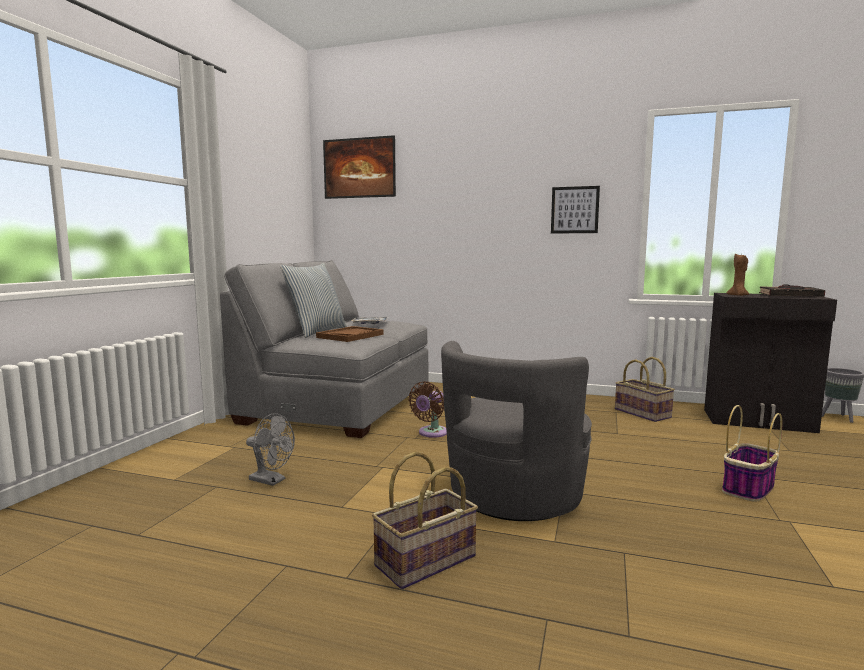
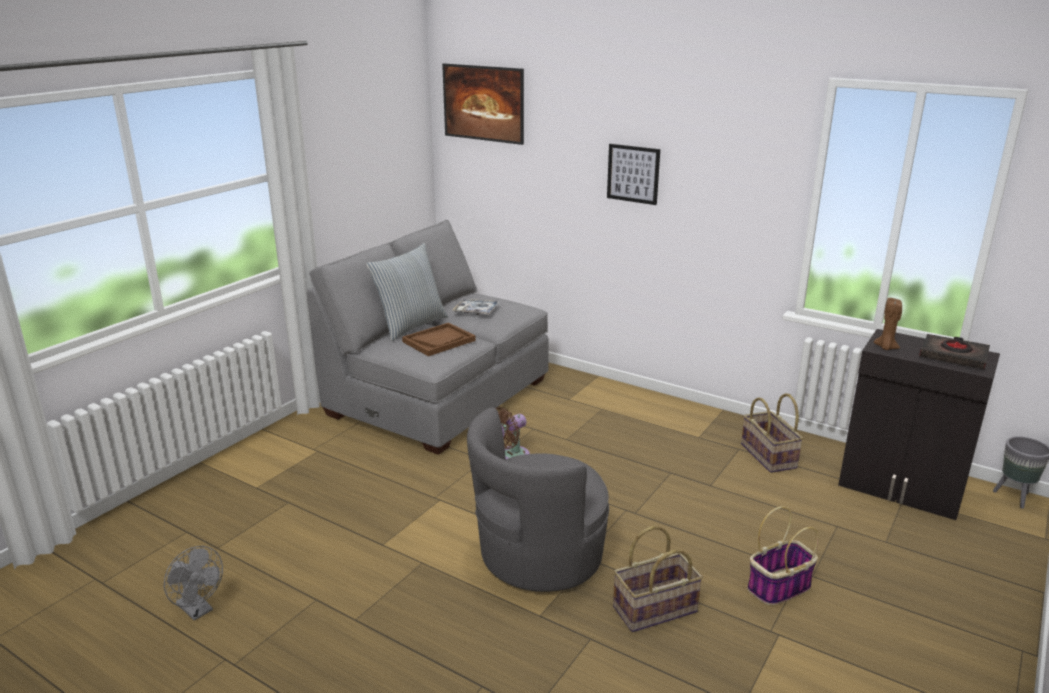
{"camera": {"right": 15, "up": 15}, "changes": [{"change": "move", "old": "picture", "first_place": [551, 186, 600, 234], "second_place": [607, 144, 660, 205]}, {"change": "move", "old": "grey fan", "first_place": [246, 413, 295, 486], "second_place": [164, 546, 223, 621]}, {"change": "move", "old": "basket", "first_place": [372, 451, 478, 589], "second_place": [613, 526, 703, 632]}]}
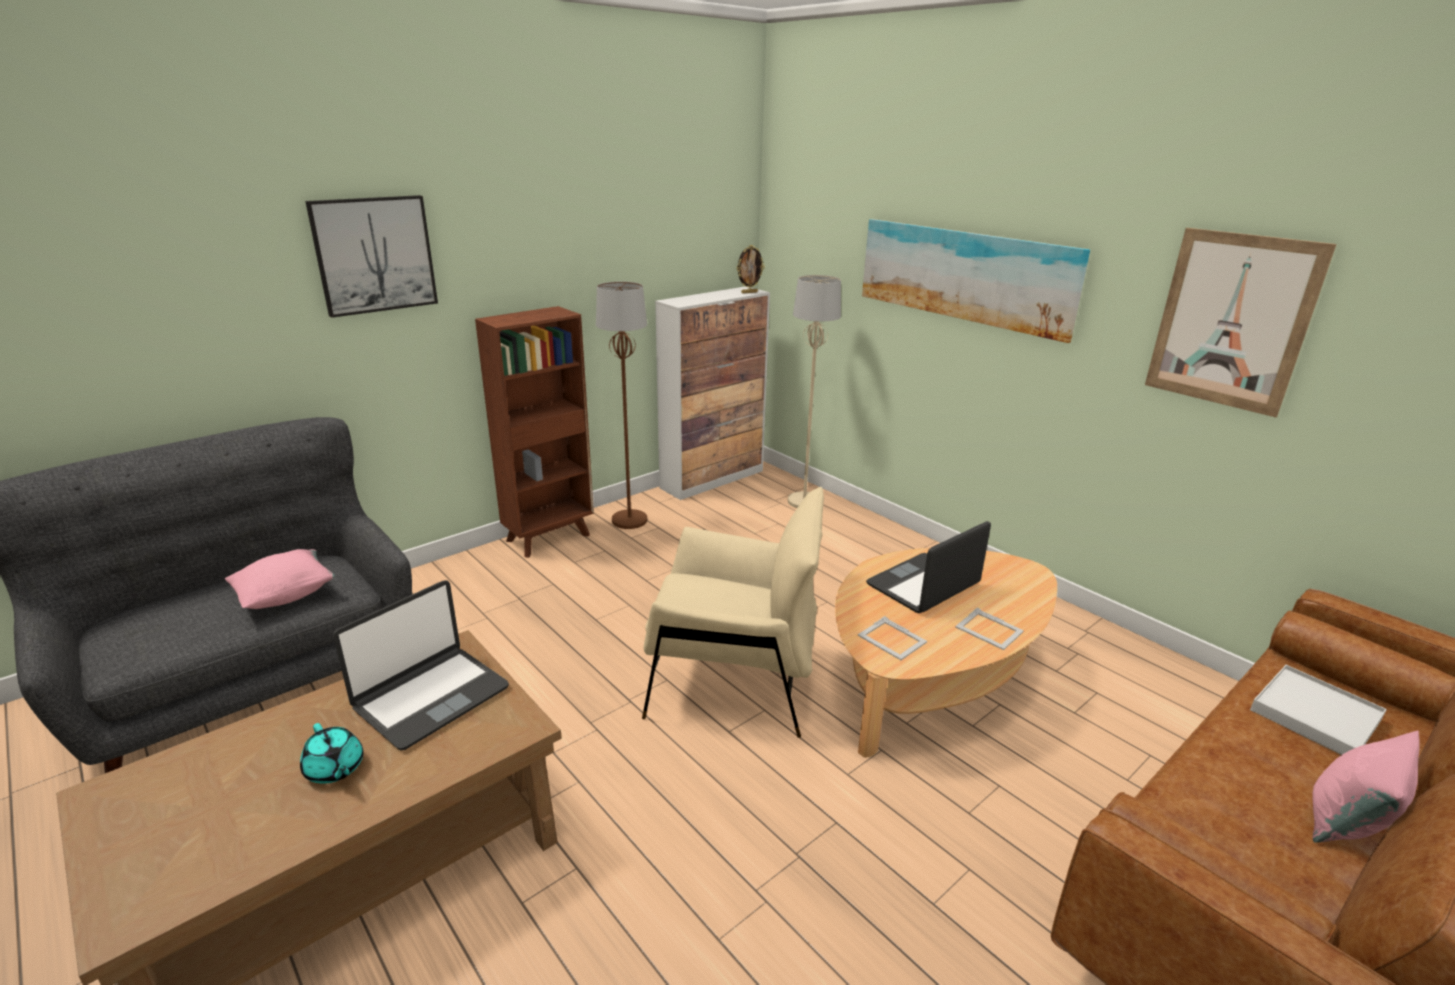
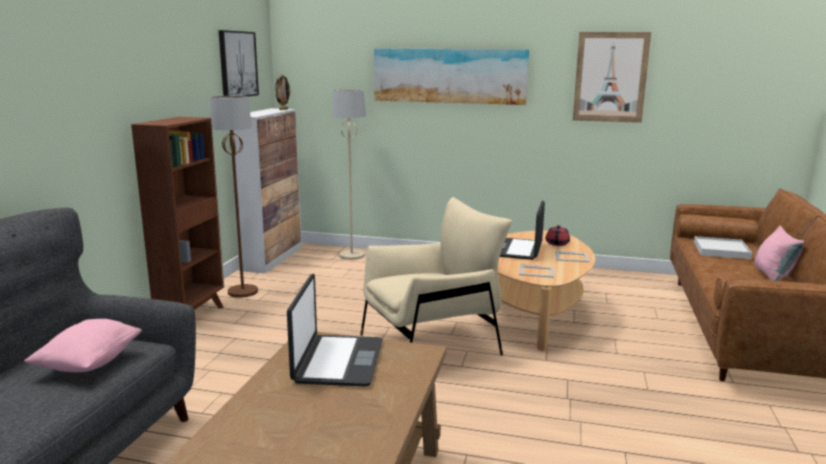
{"camera": {"right": -35, "up": -10}, "changes": [{"change": "move", "old": "picture", "first_place": [305, 195, 438, 318], "second_place": [219, 30, 259, 97]}, {"change": "delete", "old": "turquoise teapot", "first_place": [300, 723, 363, 783]}, {"change": "insert", "new": "red teapot", "second_place": [546, 225, 570, 246]}]}
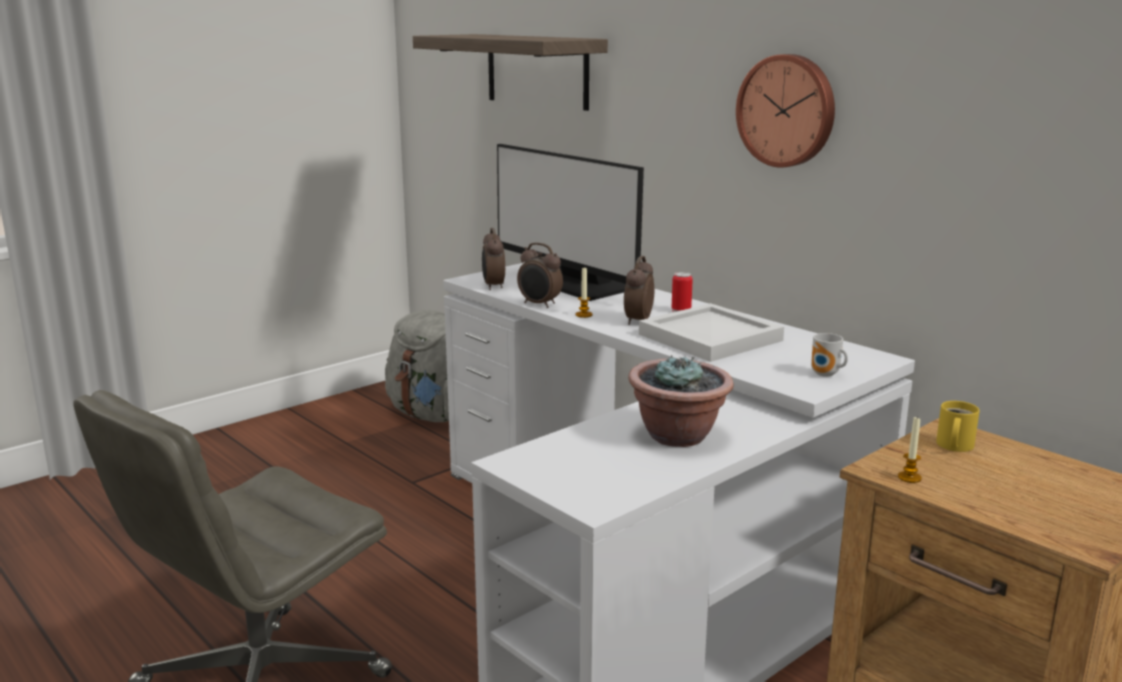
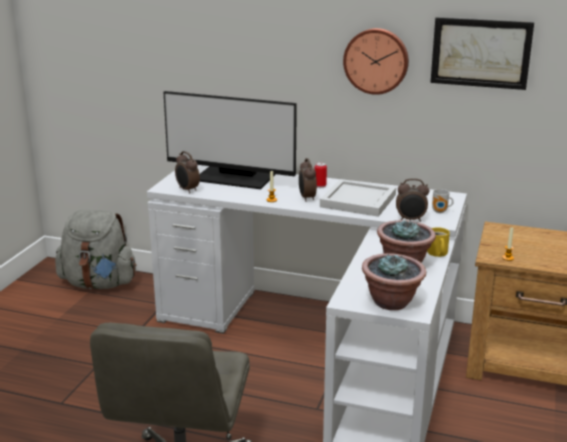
{"camera": {"right": -30, "up": 5}, "changes": [{"change": "delete", "old": "shelf", "first_place": [413, 34, 608, 111]}, {"change": "move", "old": "alarm clock", "first_place": [517, 242, 563, 308], "second_place": [396, 178, 429, 222]}, {"change": "move", "old": "yellow mug", "first_place": [936, 401, 980, 452], "second_place": [427, 227, 450, 257]}, {"change": "insert", "new": "picture", "second_place": [430, 17, 534, 90]}, {"change": "insert", "new": "potted plant", "second_place": [362, 253, 426, 310]}]}
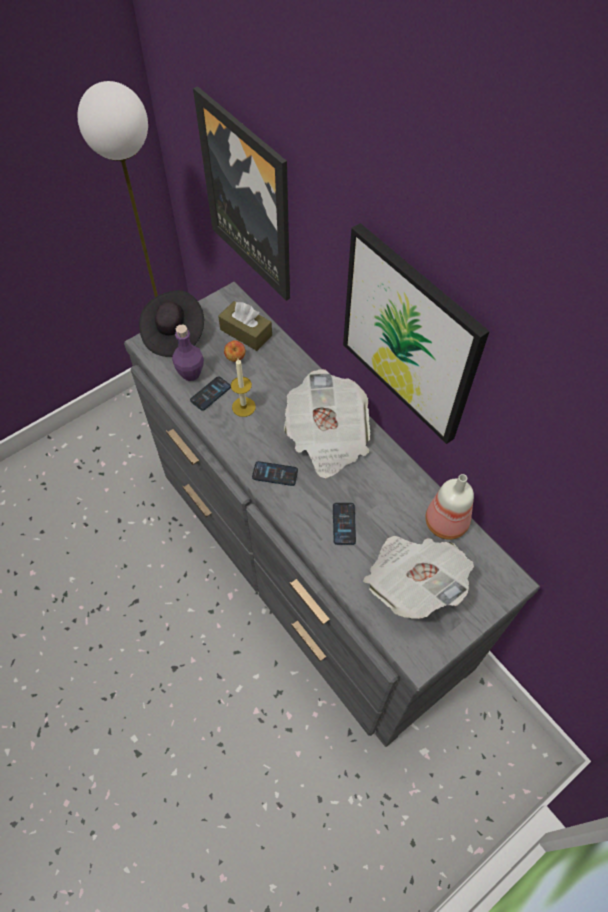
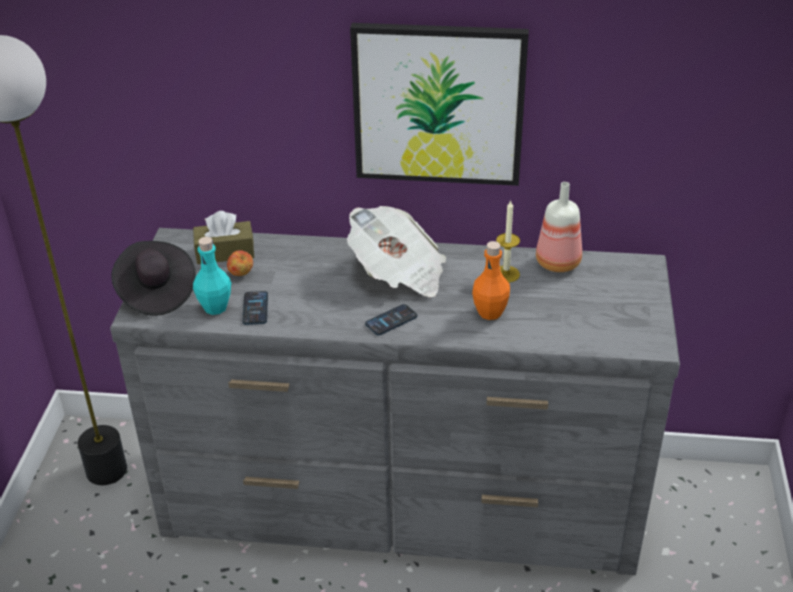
{"camera": {"right": -45, "up": -20}, "changes": [{"change": "delete", "old": "picture", "first_place": [193, 86, 290, 301]}, {"change": "recolor", "old": "purple bottle", "new": "turquoise bottle", "first_place": [172, 325, 204, 381], "second_place": [193, 237, 231, 315]}, {"change": "move", "old": "candle", "first_place": [231, 359, 256, 417], "second_place": [496, 200, 520, 283]}, {"change": "replace", "old": "phone", "new": "orange bottle", "first_place": [333, 503, 356, 545], "second_place": [472, 241, 510, 320]}, {"change": "delete", "old": "newspaper", "first_place": [363, 536, 474, 619]}]}
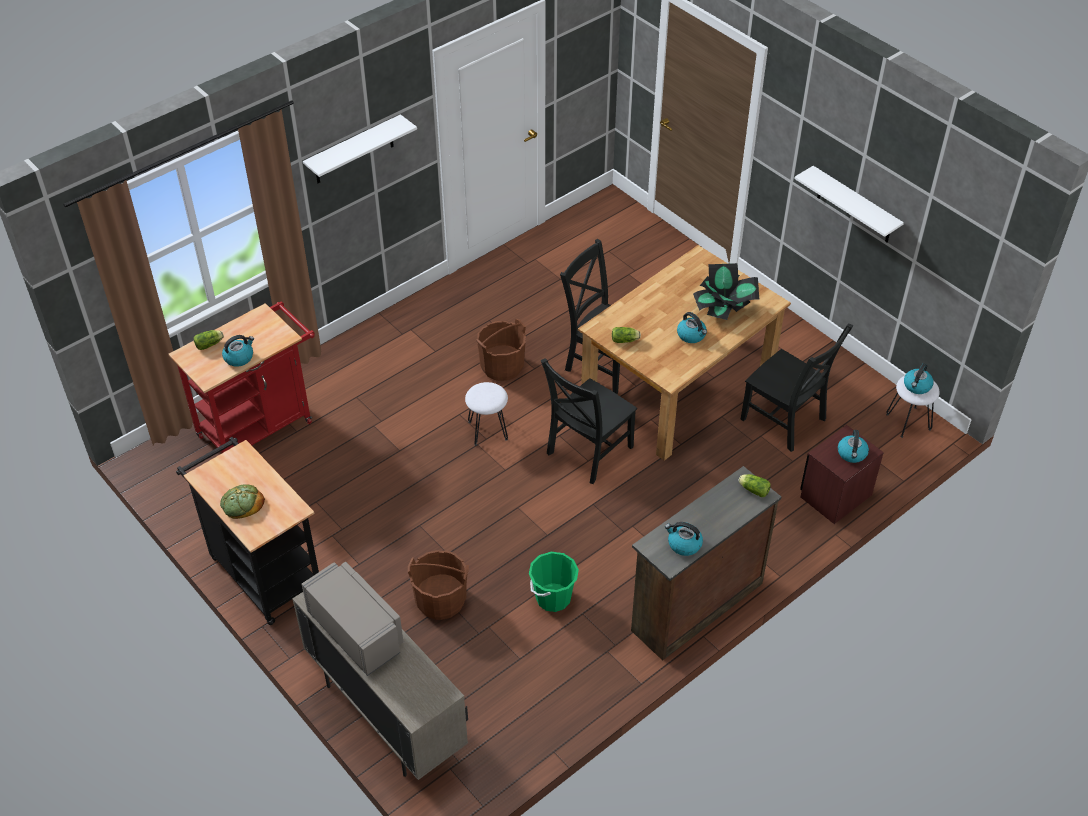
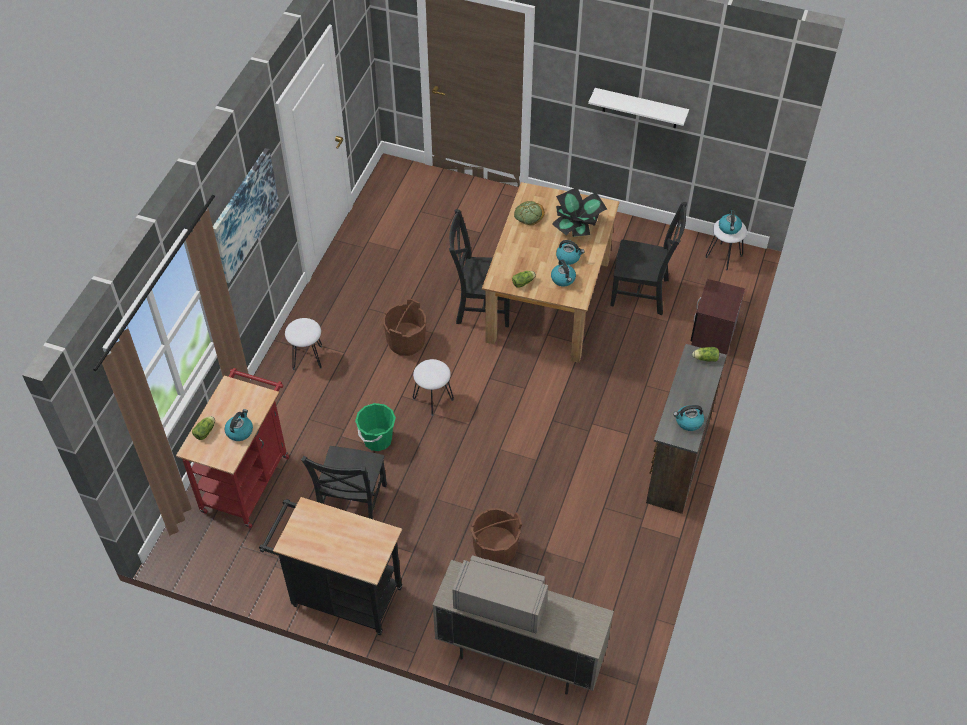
{"camera": {"right": -30, "up": 5}, "changes": [{"change": "replace", "old": "white shelf", "new": "picture", "first_place": [303, 114, 417, 183], "second_place": [213, 148, 279, 283]}, {"change": "move", "old": "black chair", "first_place": [541, 358, 637, 484], "second_place": [301, 446, 387, 519]}, {"change": "move", "old": "kettle", "first_place": [838, 430, 869, 463], "second_place": [551, 259, 576, 286]}, {"change": "move", "old": "bread", "first_place": [220, 484, 265, 519], "second_place": [514, 201, 545, 225]}, {"change": "move", "old": "green bucket", "first_place": [529, 552, 579, 612], "second_place": [355, 403, 396, 451]}, {"change": "insert", "new": "white stool", "second_place": [285, 318, 322, 370]}]}
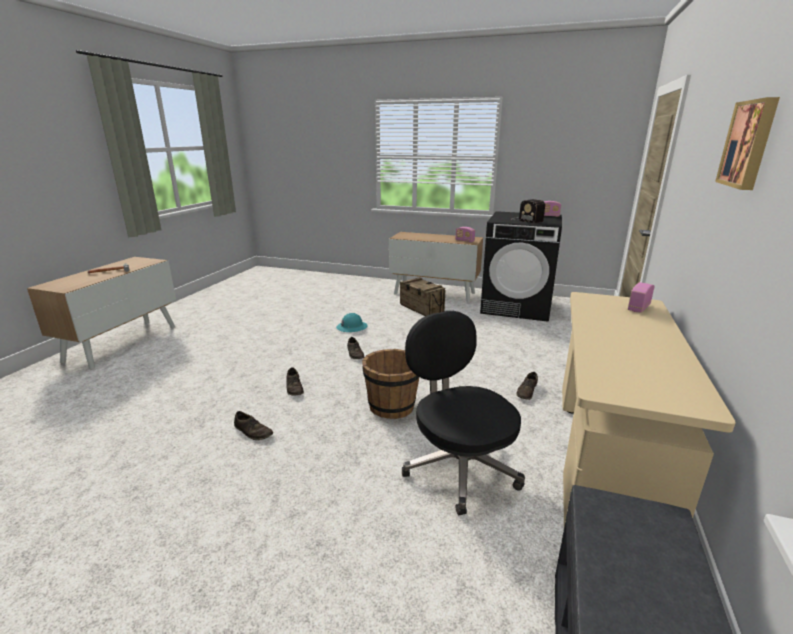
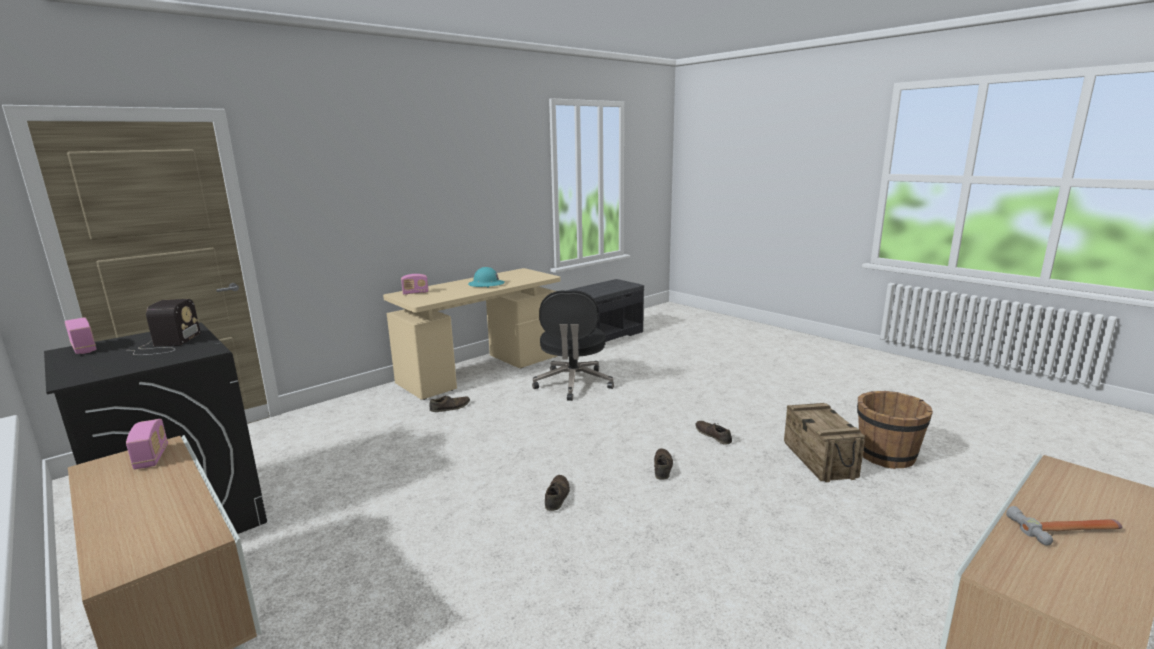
{"camera": {"right": -150, "up": -5}, "changes": [{"change": "delete", "old": "picture", "first_place": [715, 97, 780, 190]}, {"change": "move", "old": "crate", "first_place": [400, 277, 445, 316], "second_place": [784, 403, 865, 482]}, {"change": "move", "old": "turquoise hard hat", "first_place": [336, 313, 368, 332], "second_place": [468, 267, 505, 288]}, {"change": "move", "old": "brown bucket", "first_place": [362, 349, 419, 419], "second_place": [857, 391, 933, 469]}]}
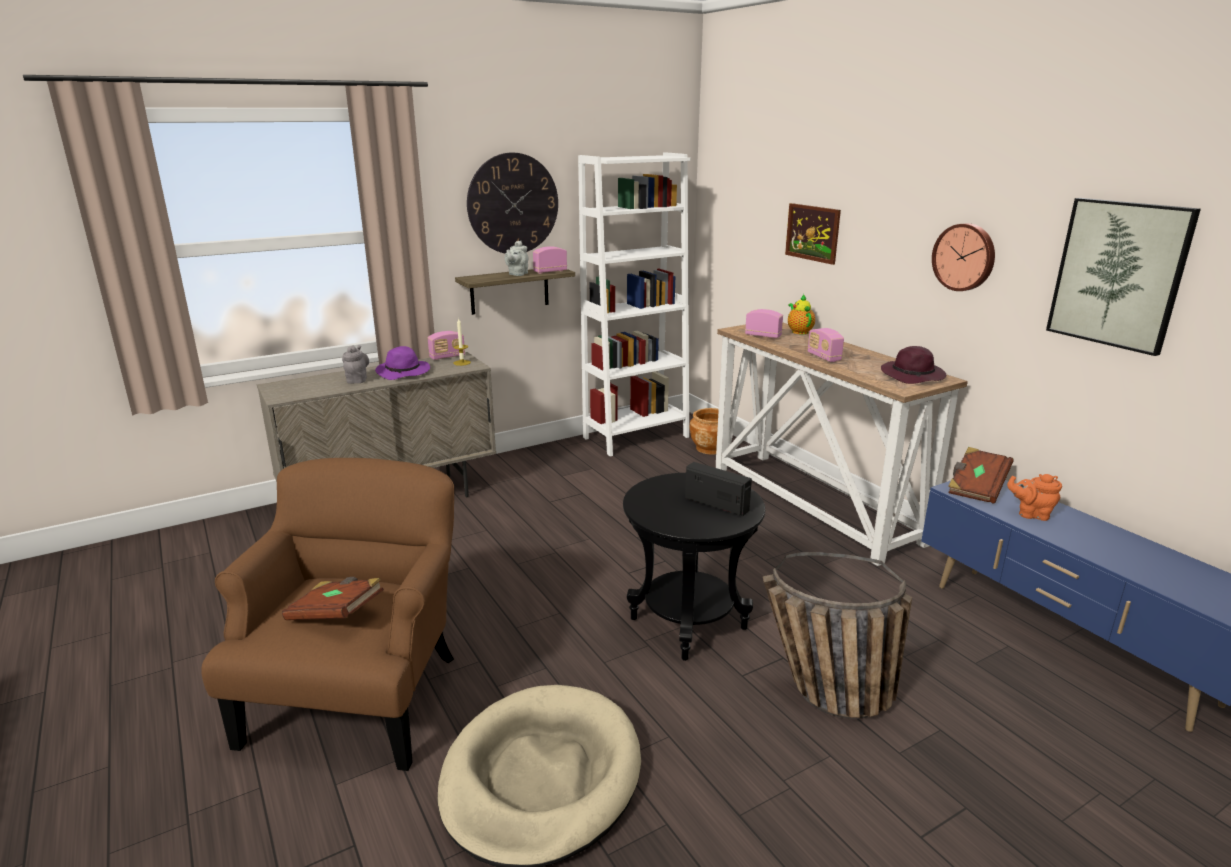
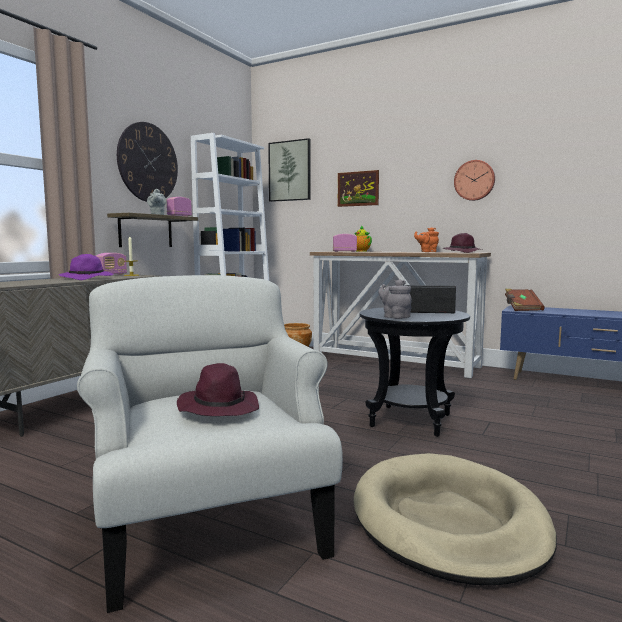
{"camera": {"right": -30, "up": -15}, "changes": [{"change": "move", "old": "picture", "first_place": [1046, 198, 1201, 356], "second_place": [268, 138, 311, 202]}, {"change": "delete", "old": "radio", "first_place": [808, 328, 844, 362]}, {"change": "move", "old": "grey teapot", "first_place": [342, 345, 369, 384], "second_place": [378, 279, 412, 319]}, {"change": "recolor", "old": "brown armchair", "new": "white armchair", "first_place": [202, 458, 454, 771], "second_place": [77, 275, 343, 613]}, {"change": "move", "old": "orange teapot", "first_place": [1007, 474, 1062, 521], "second_place": [414, 227, 439, 252]}, {"change": "delete", "old": "basket", "first_place": [763, 552, 912, 719]}, {"change": "replace", "old": "brown book", "new": "purple hat", "first_place": [282, 577, 384, 620], "second_place": [177, 363, 259, 416]}]}
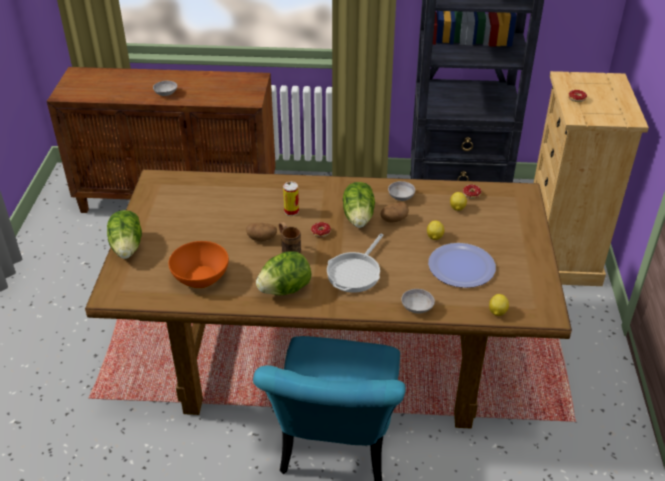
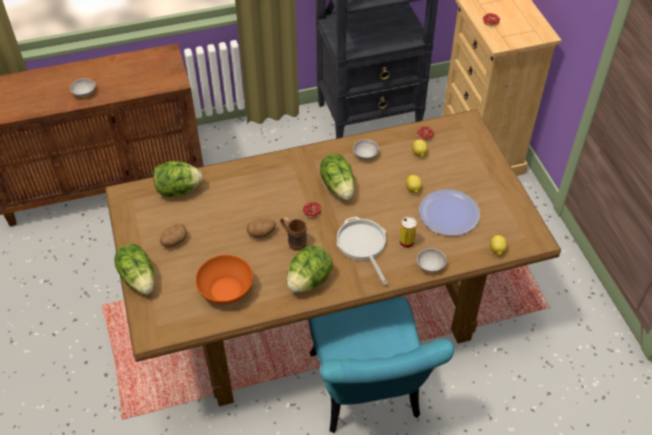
{"camera": {"right": -20, "up": 10}, "changes": [{"change": "move", "old": "can", "first_place": [283, 182, 299, 216], "second_place": [399, 217, 417, 249]}, {"change": "move", "old": "potato", "first_place": [380, 202, 409, 223], "second_place": [160, 223, 187, 248]}, {"change": "rotate", "old": "frying pan", "first_place": [327, 234, 384, 293], "second_place": [337, 216, 388, 285], "degrees": 150}, {"change": "insert", "new": "lettuce", "second_place": [153, 161, 202, 197]}]}
